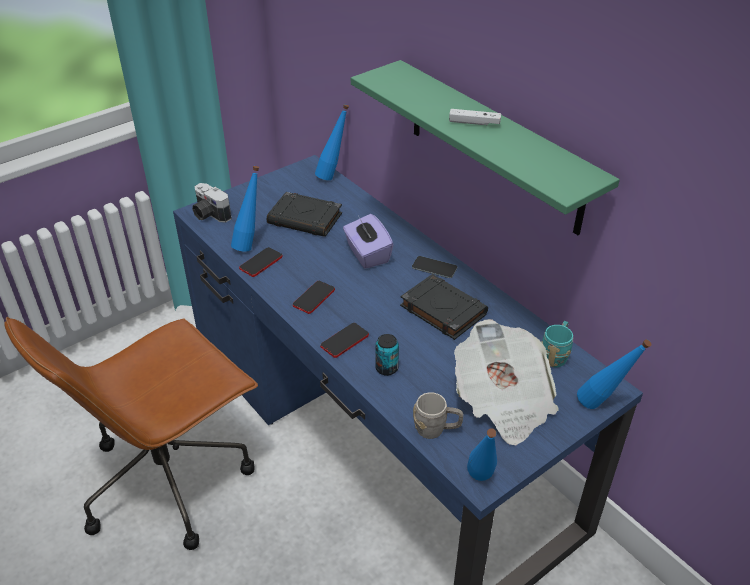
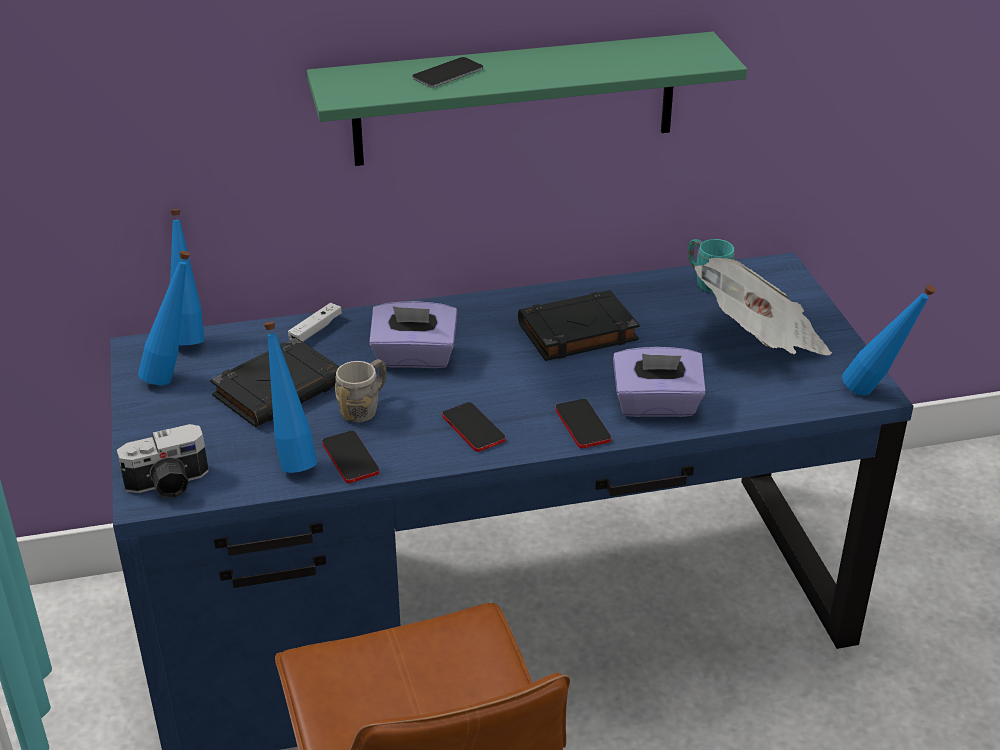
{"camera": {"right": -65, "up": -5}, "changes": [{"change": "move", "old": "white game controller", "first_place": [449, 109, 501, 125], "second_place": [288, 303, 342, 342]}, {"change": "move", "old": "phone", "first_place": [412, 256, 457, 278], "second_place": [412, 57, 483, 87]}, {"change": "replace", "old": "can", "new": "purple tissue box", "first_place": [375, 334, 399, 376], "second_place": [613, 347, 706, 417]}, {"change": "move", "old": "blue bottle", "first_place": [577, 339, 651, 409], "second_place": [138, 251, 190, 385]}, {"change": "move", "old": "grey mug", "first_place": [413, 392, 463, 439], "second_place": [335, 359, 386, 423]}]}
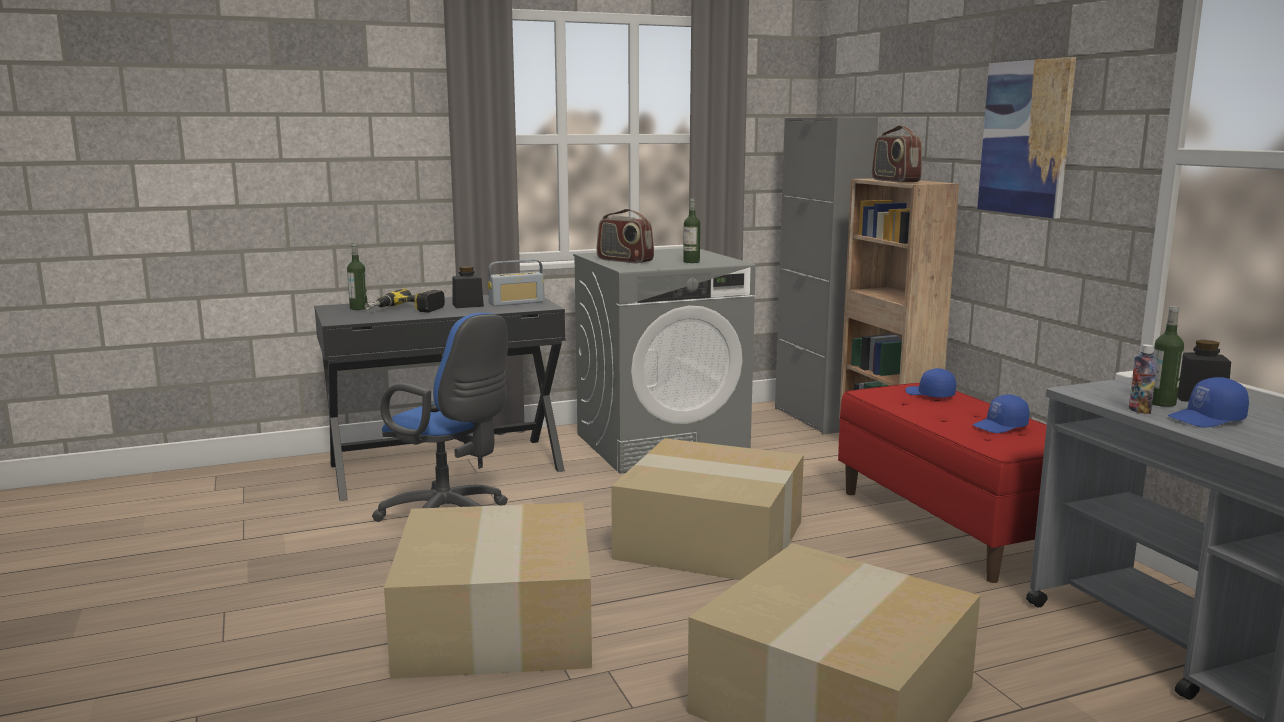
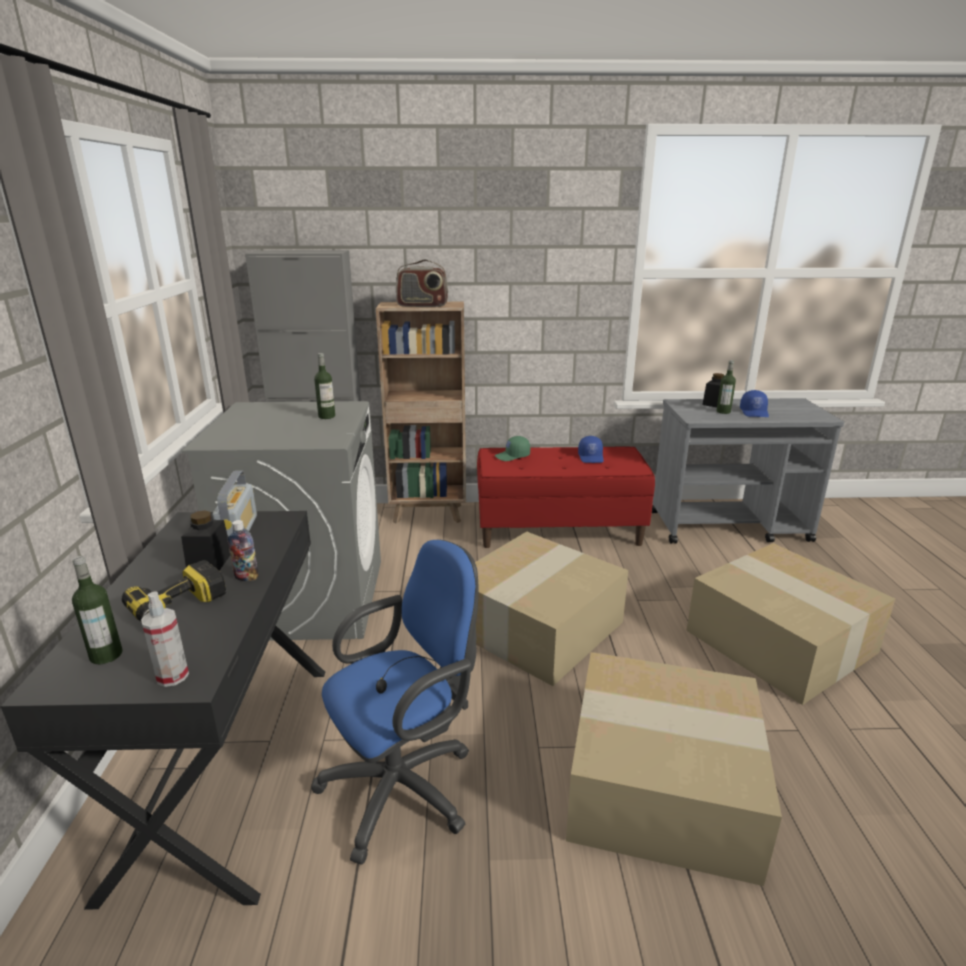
{"camera": {"right": -70, "up": 10}, "changes": [{"change": "delete", "old": "picture", "first_place": [977, 57, 1076, 219]}, {"change": "delete", "old": "radio", "first_place": [597, 209, 654, 263]}, {"change": "move", "old": "bottle", "first_place": [1129, 344, 1157, 414], "second_place": [228, 520, 259, 581]}, {"change": "recolor", "old": "blue cap", "new": "green cap", "first_place": [906, 368, 956, 398], "second_place": [495, 436, 530, 461]}, {"change": "insert", "new": "spray bottle", "second_place": [141, 591, 189, 687]}]}
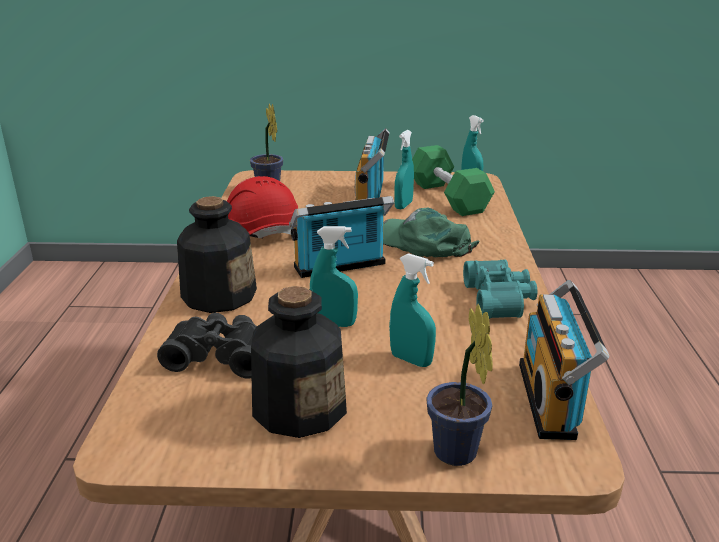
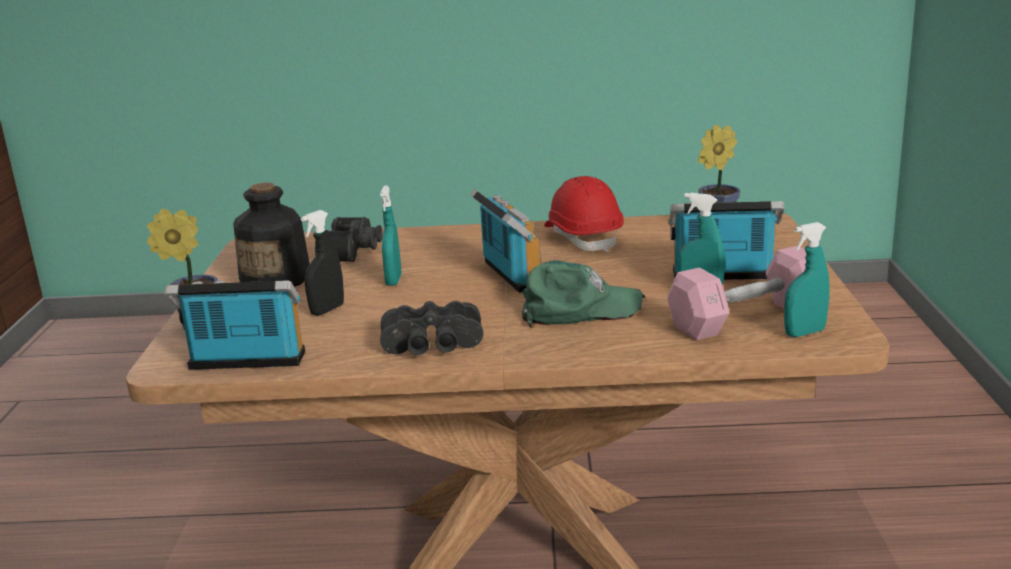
{"camera": {"right": 90, "up": -5}, "changes": [{"change": "recolor", "old": "green dumbbell", "new": "pink dumbbell", "first_place": [412, 145, 495, 216], "second_place": [667, 246, 806, 340]}, {"change": "delete", "old": "bottle", "first_place": [177, 196, 257, 313]}, {"change": "rotate", "old": "green cap", "first_place": [383, 208, 480, 257], "second_place": [522, 260, 645, 328], "degrees": 45}, {"change": "recolor", "old": "turquoise spray bottle", "new": "black spray bottle", "first_place": [389, 253, 436, 367], "second_place": [301, 210, 344, 316]}, {"change": "recolor", "old": "turquoise binoculars", "new": "black binoculars", "first_place": [463, 260, 537, 319], "second_place": [380, 301, 484, 355]}]}
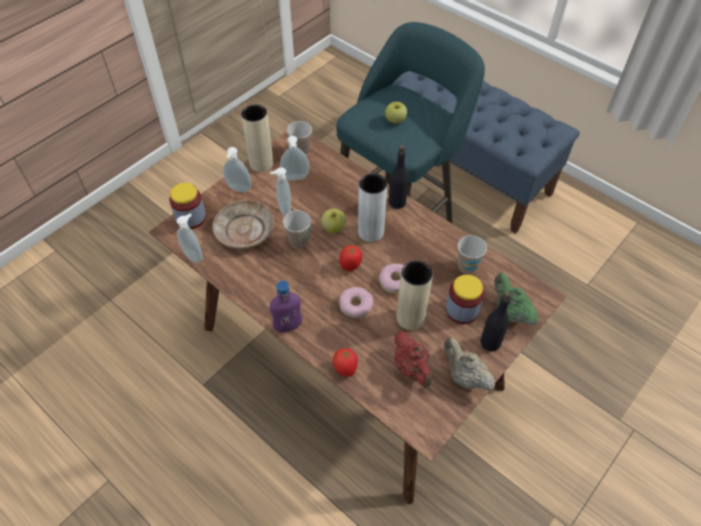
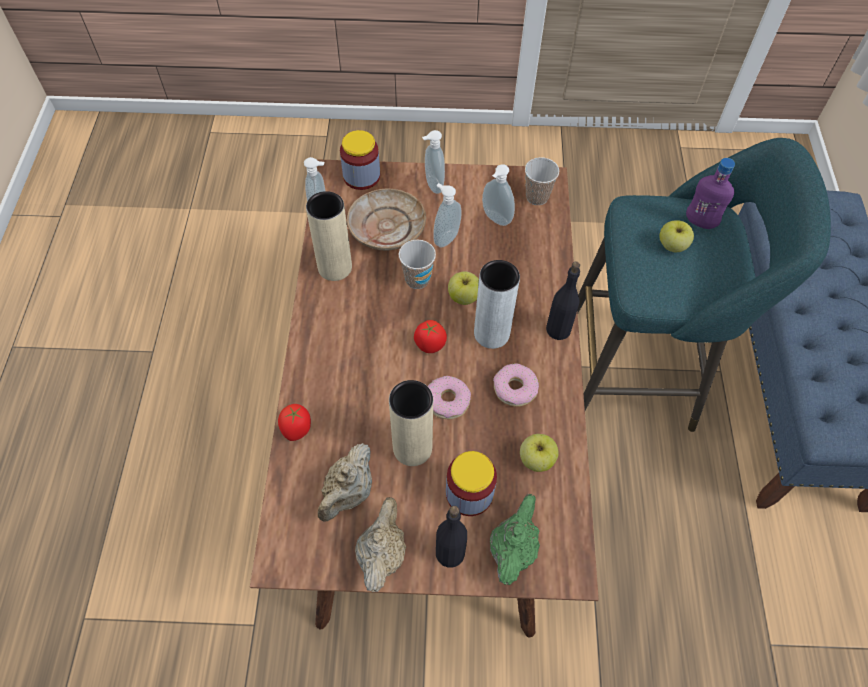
{"camera": {"right": 50, "up": 5}, "changes": [{"change": "move", "old": "beige vase", "first_place": [241, 105, 273, 172], "second_place": [306, 191, 352, 281]}, {"change": "replace", "old": "cup", "new": "apple", "first_place": [458, 235, 487, 274], "second_place": [520, 434, 559, 472]}, {"change": "move", "old": "purple bottle", "first_place": [270, 280, 302, 332], "second_place": [686, 158, 735, 229]}, {"change": "move", "old": "donut", "first_place": [340, 287, 374, 318], "second_place": [493, 363, 539, 407]}, {"change": "recolor", "old": "red teapot", "new": "beige teapot", "first_place": [394, 331, 431, 388], "second_place": [318, 443, 372, 522]}]}
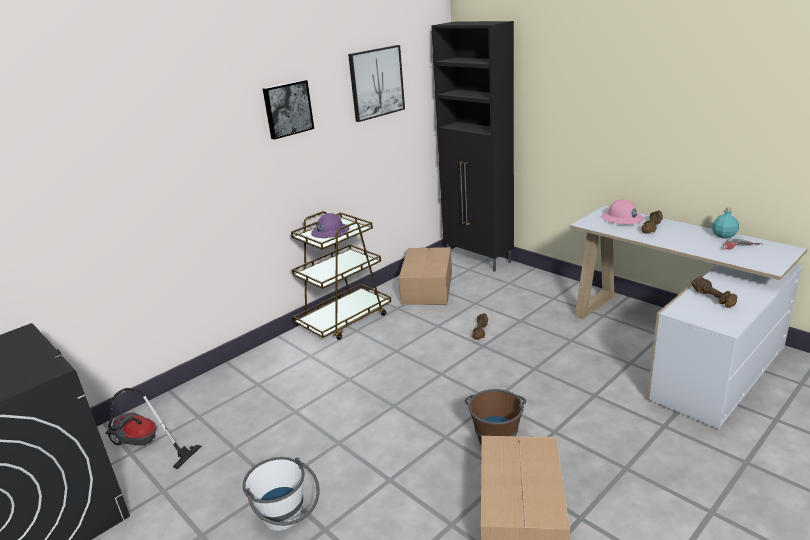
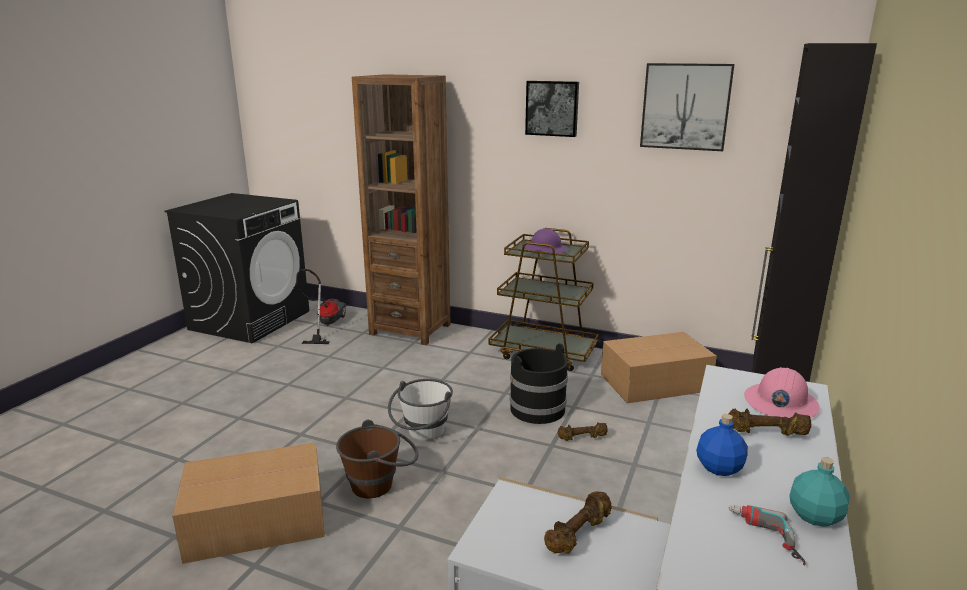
{"camera": {"right": 65, "up": -5}, "changes": [{"change": "move", "old": "white bucket", "first_place": [243, 457, 320, 531], "second_place": [388, 379, 453, 441]}, {"change": "insert", "new": "brown bookcase", "second_place": [352, 74, 451, 345]}, {"change": "insert", "new": "black bucket", "second_place": [510, 343, 568, 424]}, {"change": "insert", "new": "blue bottle", "second_place": [696, 414, 748, 476]}]}
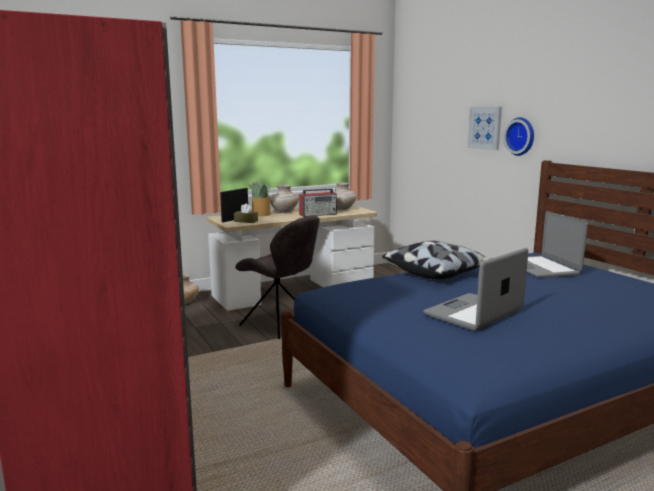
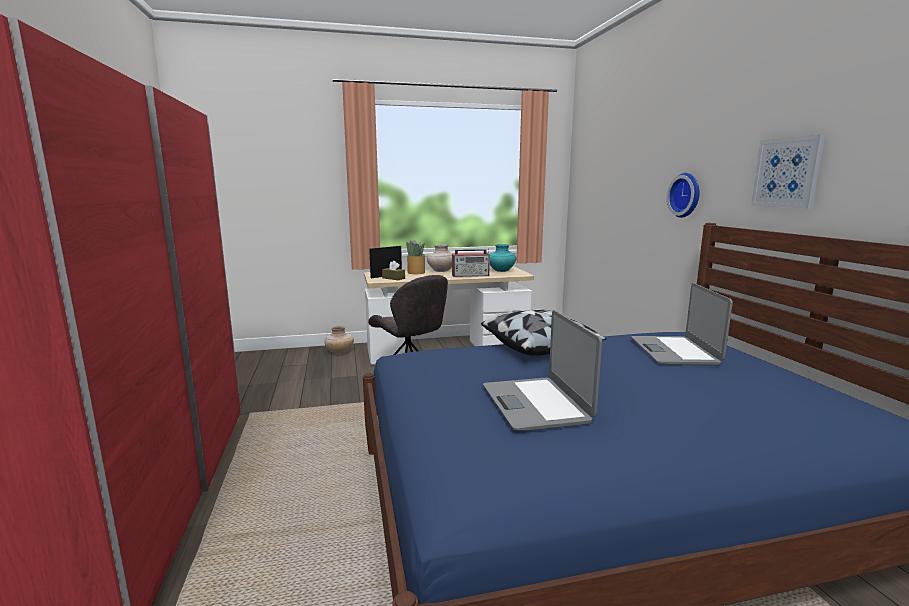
{"camera": {"right": 15, "up": 0}, "changes": [{"change": "move", "old": "picture", "first_place": [467, 107, 502, 150], "second_place": [751, 134, 825, 208]}, {"change": "recolor", "old": "beige vase", "new": "turquoise vase", "first_place": [333, 183, 357, 210], "second_place": [490, 244, 516, 272]}, {"change": "rotate", "old": "laptop", "first_place": [423, 248, 528, 331], "second_place": [483, 310, 602, 431], "degrees": -75}]}
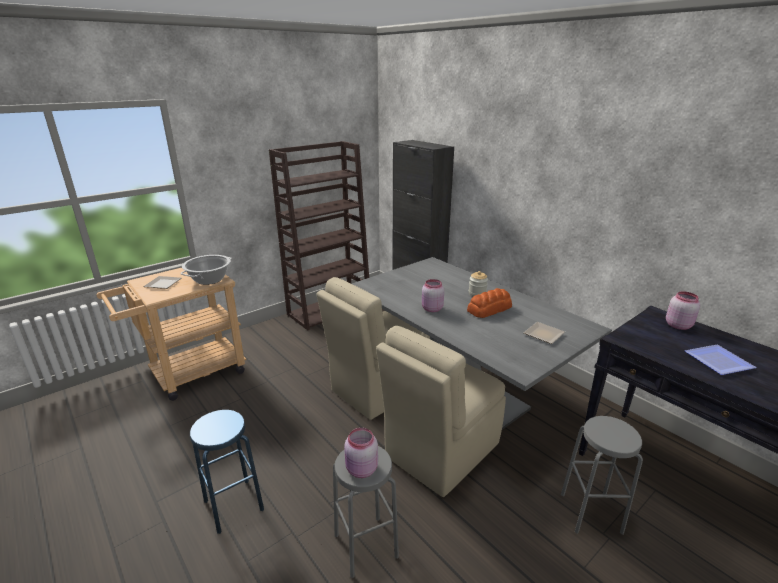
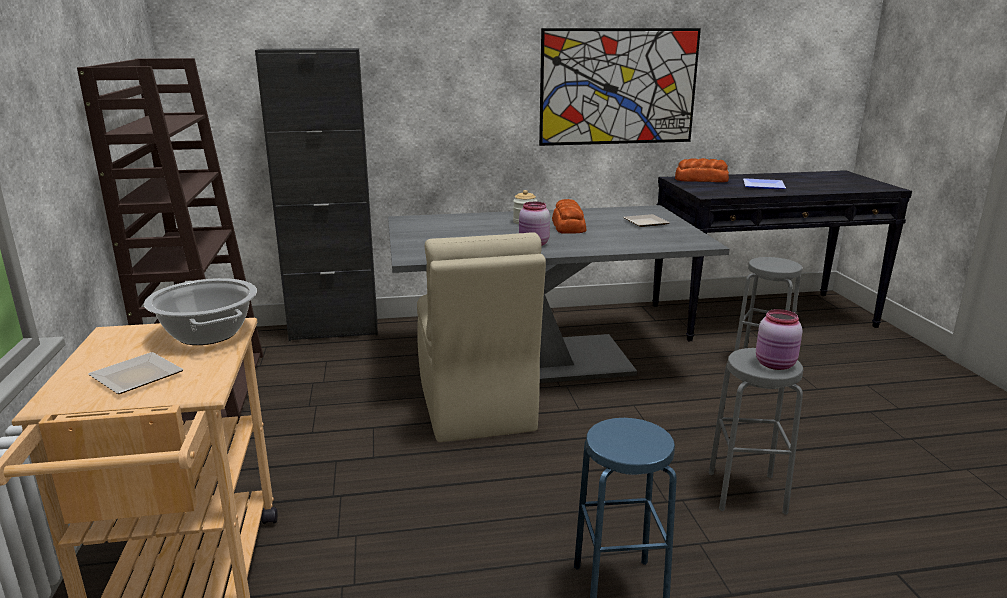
{"camera": {"right": -60, "up": -5}, "changes": [{"change": "replace", "old": "pink jar", "new": "bread", "first_place": [666, 291, 700, 330], "second_place": [675, 158, 729, 182]}, {"change": "delete", "old": "beige chair", "first_place": [376, 326, 506, 497]}, {"change": "insert", "new": "picture", "second_place": [539, 28, 701, 146]}]}
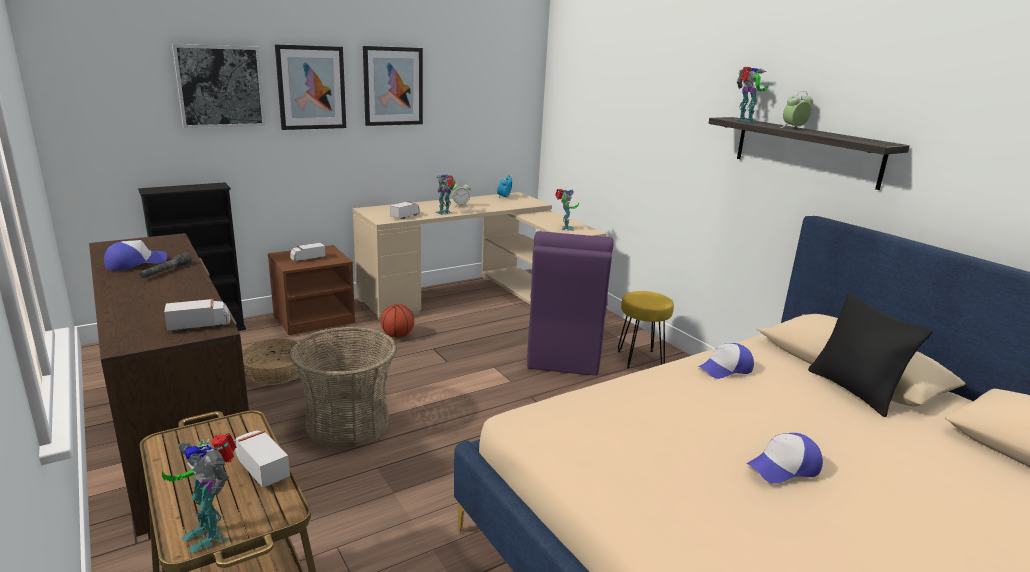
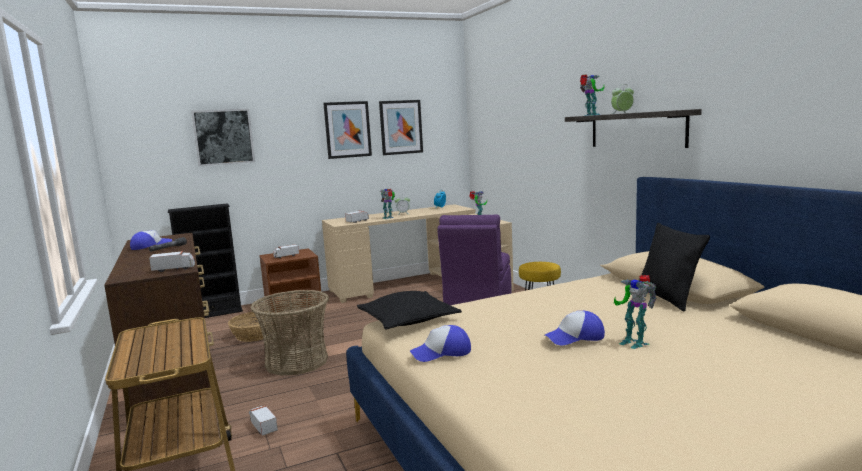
{"camera": {"right": 10, "up": -10}, "changes": [{"change": "move", "old": "picture", "first_place": [275, 44, 346, 130], "second_place": [379, 100, 423, 155]}, {"change": "delete", "old": "basketball", "first_place": [381, 304, 414, 338]}, {"change": "move", "old": "cap", "first_place": [698, 343, 754, 379], "second_place": [410, 325, 471, 362]}, {"change": "move", "old": "toy truck", "first_place": [234, 430, 290, 488], "second_place": [249, 405, 278, 436]}, {"change": "move", "old": "toy robot", "first_place": [162, 434, 237, 553], "second_place": [614, 275, 657, 349]}, {"change": "insert", "new": "black pillow", "second_place": [357, 291, 462, 330]}]}
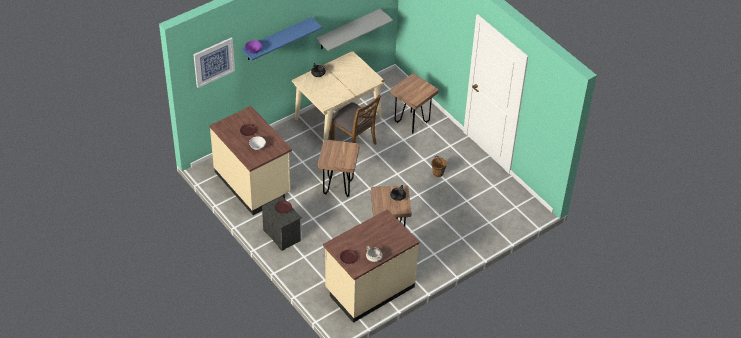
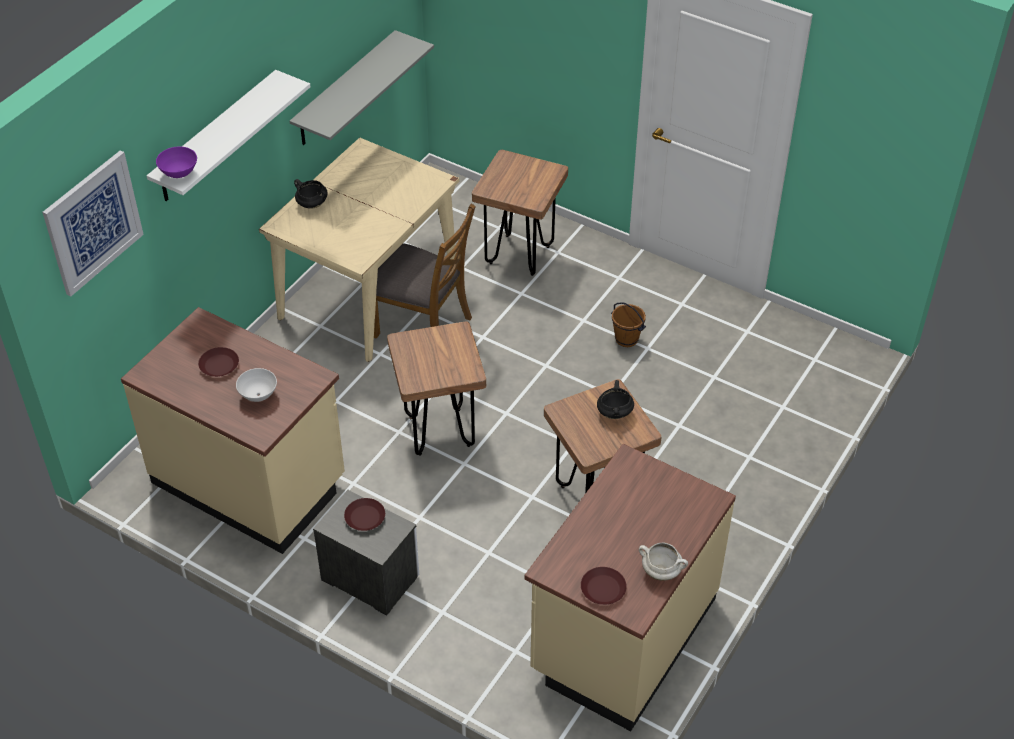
{"camera": {"right": -20, "up": 0}, "changes": [{"change": "recolor", "old": "blue shelf", "new": "white shelf", "first_place": [241, 17, 322, 60], "second_place": [147, 70, 311, 201]}]}
